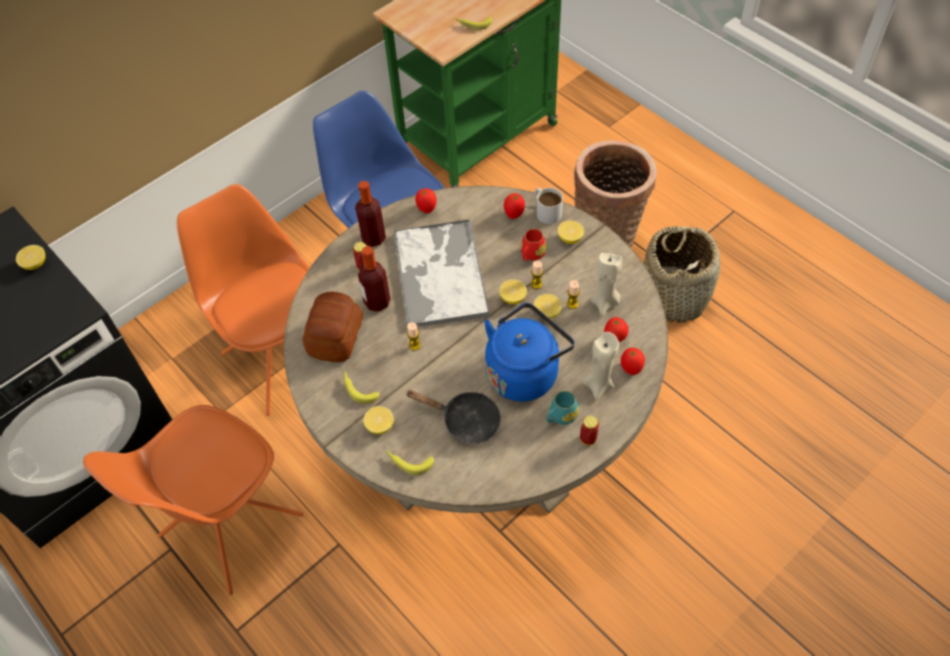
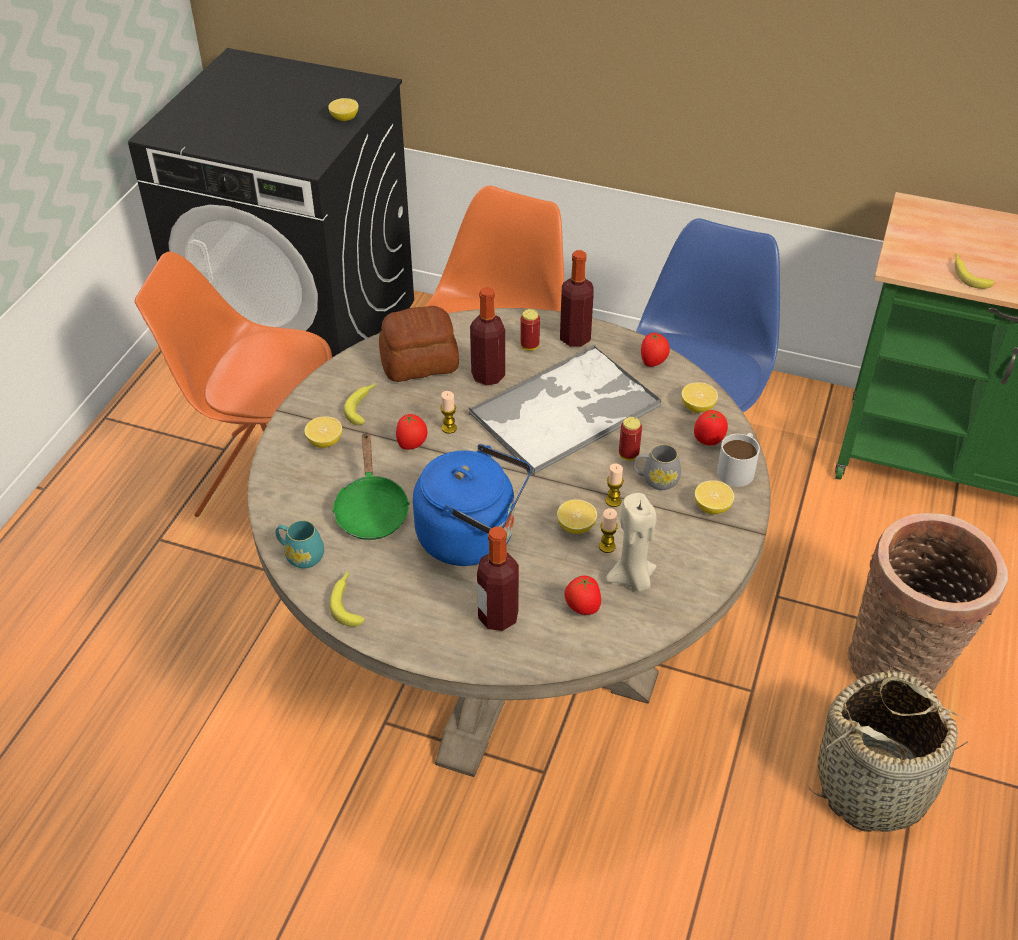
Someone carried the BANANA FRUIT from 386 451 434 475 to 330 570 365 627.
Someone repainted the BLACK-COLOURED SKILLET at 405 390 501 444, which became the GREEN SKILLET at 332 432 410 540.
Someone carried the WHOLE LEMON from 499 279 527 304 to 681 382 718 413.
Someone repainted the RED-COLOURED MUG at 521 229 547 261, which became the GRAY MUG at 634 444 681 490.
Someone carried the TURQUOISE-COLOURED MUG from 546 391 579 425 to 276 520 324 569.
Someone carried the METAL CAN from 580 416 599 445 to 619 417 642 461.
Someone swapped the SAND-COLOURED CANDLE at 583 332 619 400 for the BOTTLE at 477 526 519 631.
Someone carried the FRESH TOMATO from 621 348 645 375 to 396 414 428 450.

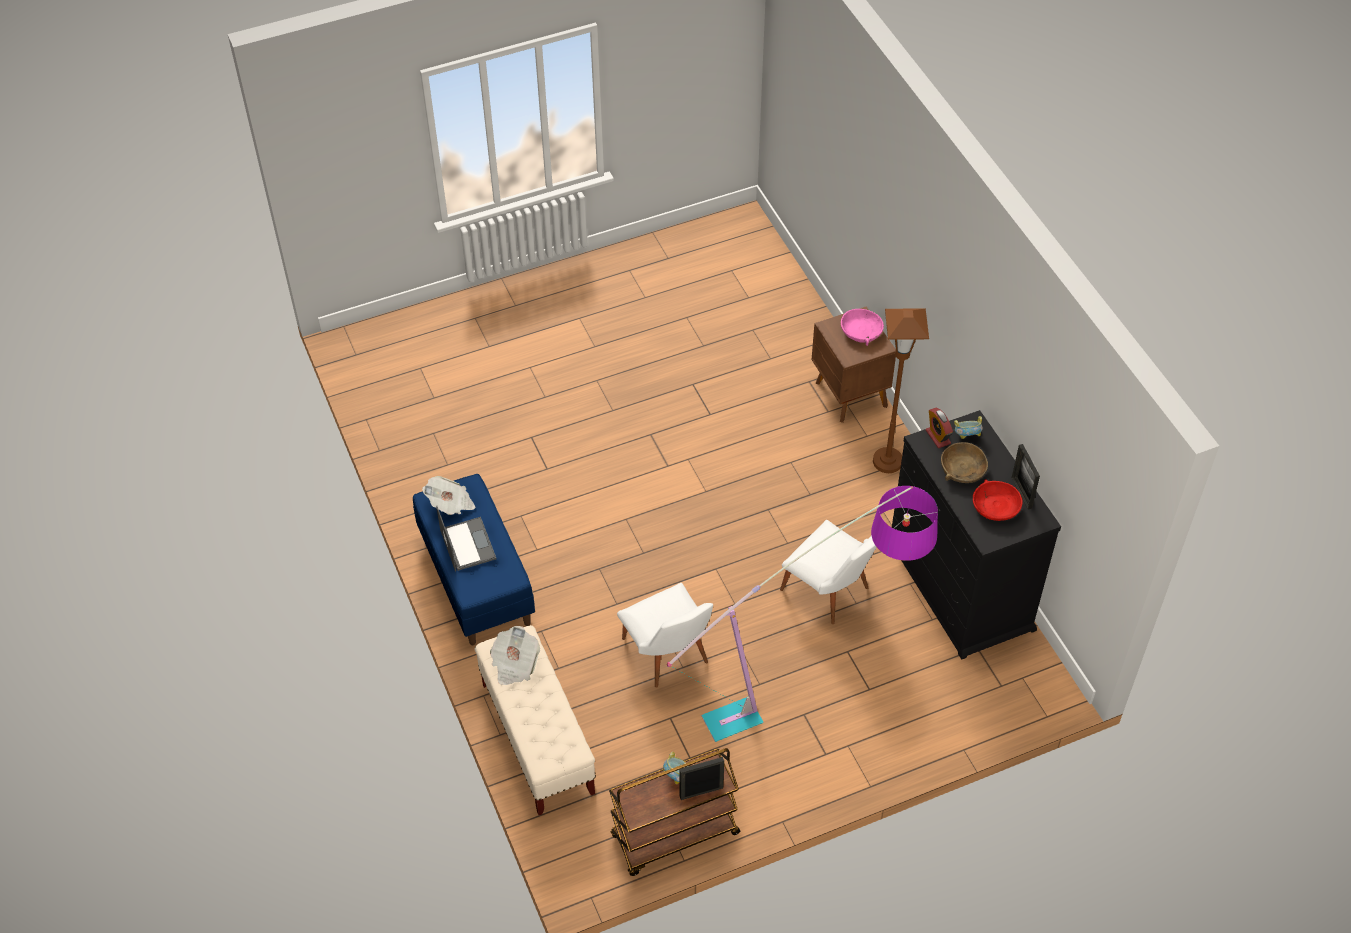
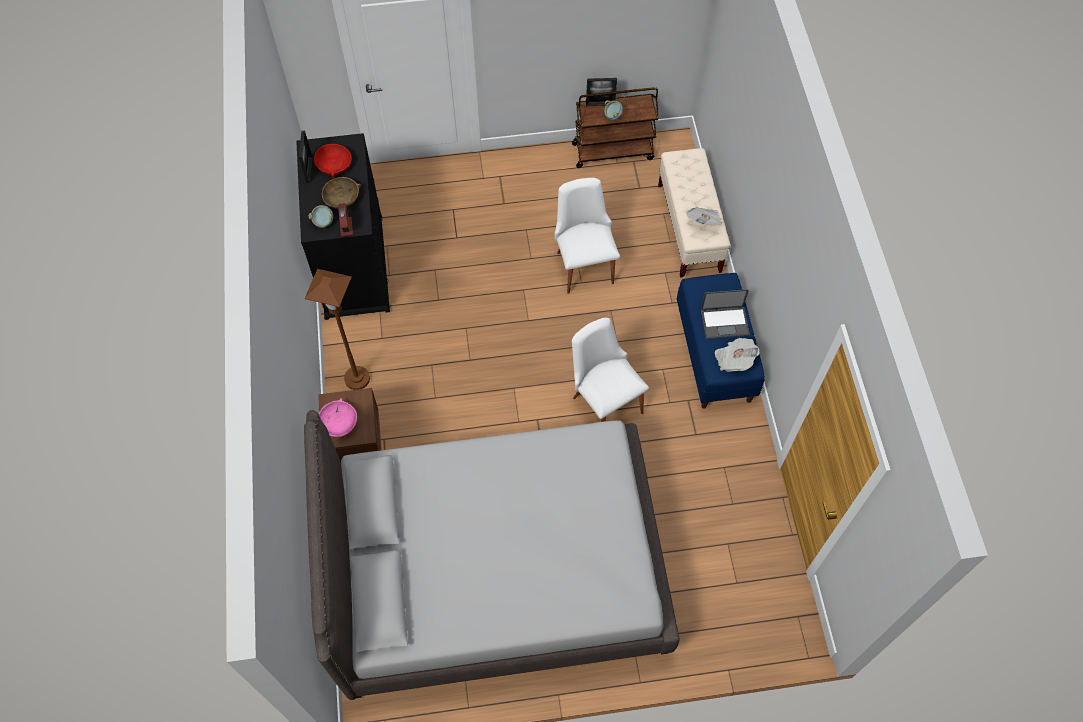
Someone rotated the LAPTOP at 436 506 496 571 by 90 degrees counterclockwise.
Someone took away the STANDARD LAMP at 667 486 938 742.
Someone carried the WHITISH UPRIGHT CHAIR from 780 520 876 624 to 572 318 649 422.
Someone put down the GRAY BEDROOM BED at 304 410 680 700.

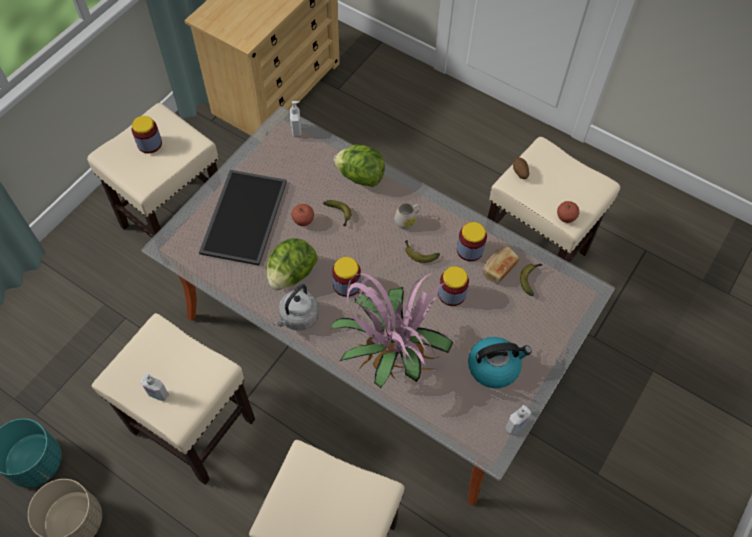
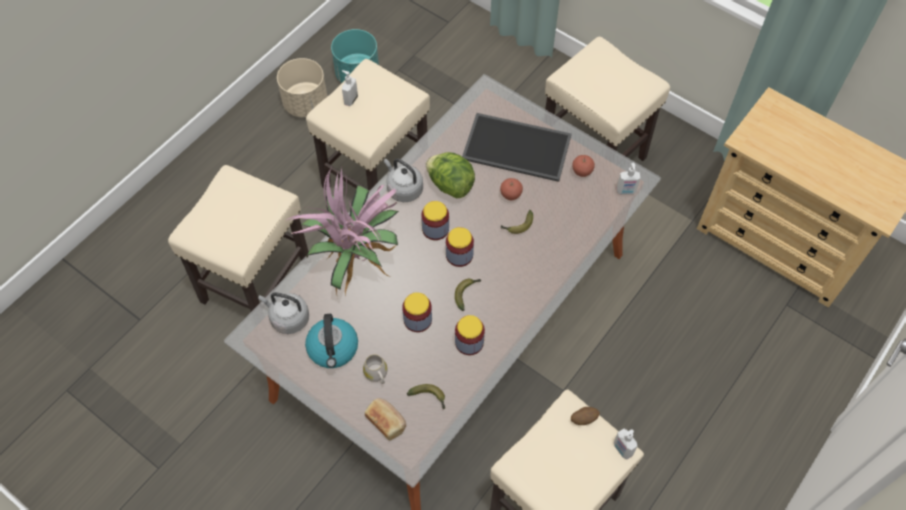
Someone carried the JAR from 132 116 162 153 to 446 227 474 267.
Someone took away the LETTUCE at 334 144 385 187.
Someone carried the WHITISH MUG from 394 203 420 229 to 363 355 387 384.
Someone carried the BAKERY BREAD from 483 246 519 284 to 365 398 406 441.
Someone carried the SOAP BOTTLE from 505 405 531 435 to 614 429 637 460.
Someone carried the WHOLE APPLE from 557 201 580 223 to 572 155 595 177.
Someone put down the GRAY WATER KETTLE at 259 292 309 334.

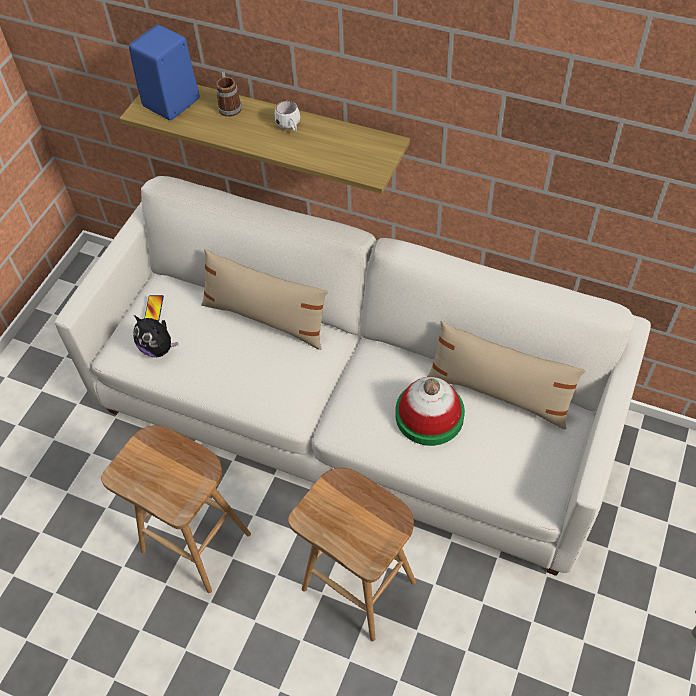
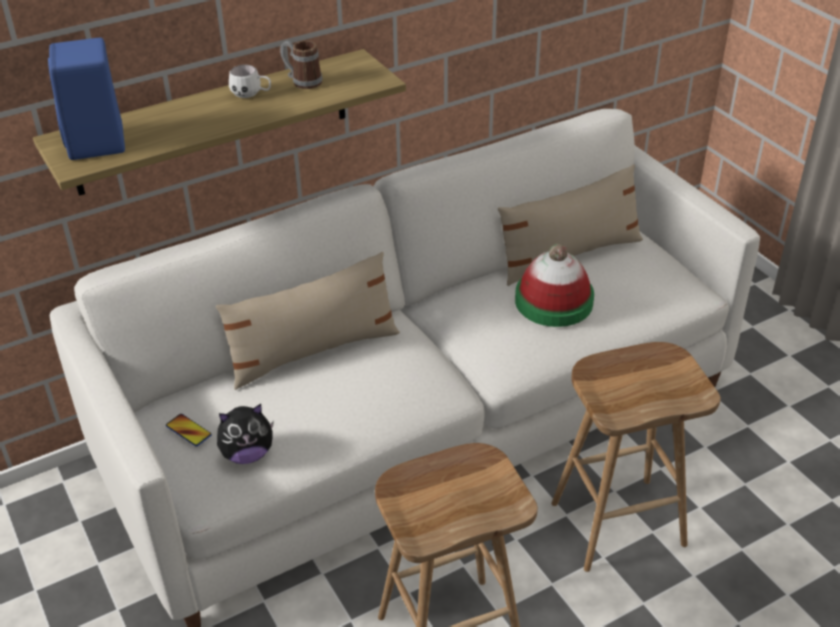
Someone carried the MUG from 216 71 242 117 to 280 41 323 89.

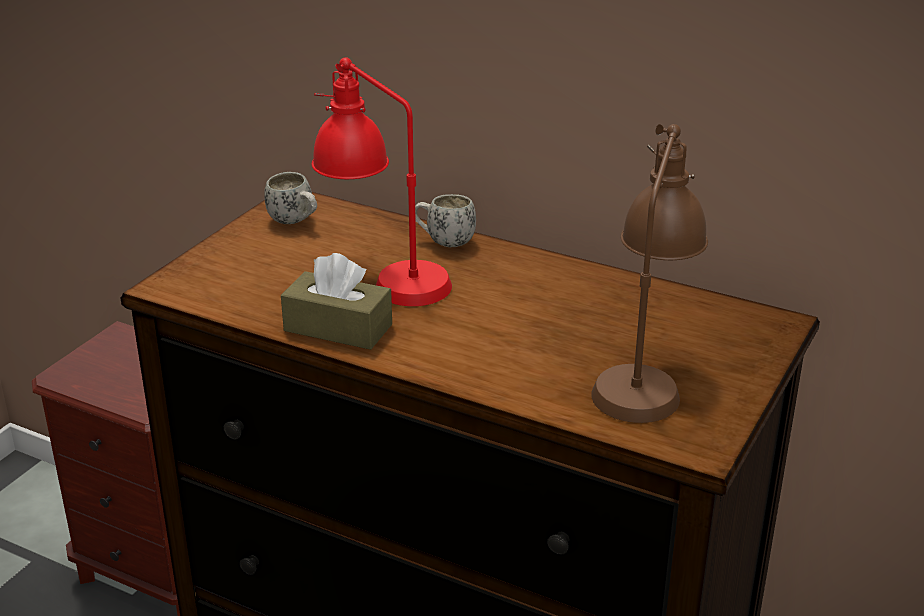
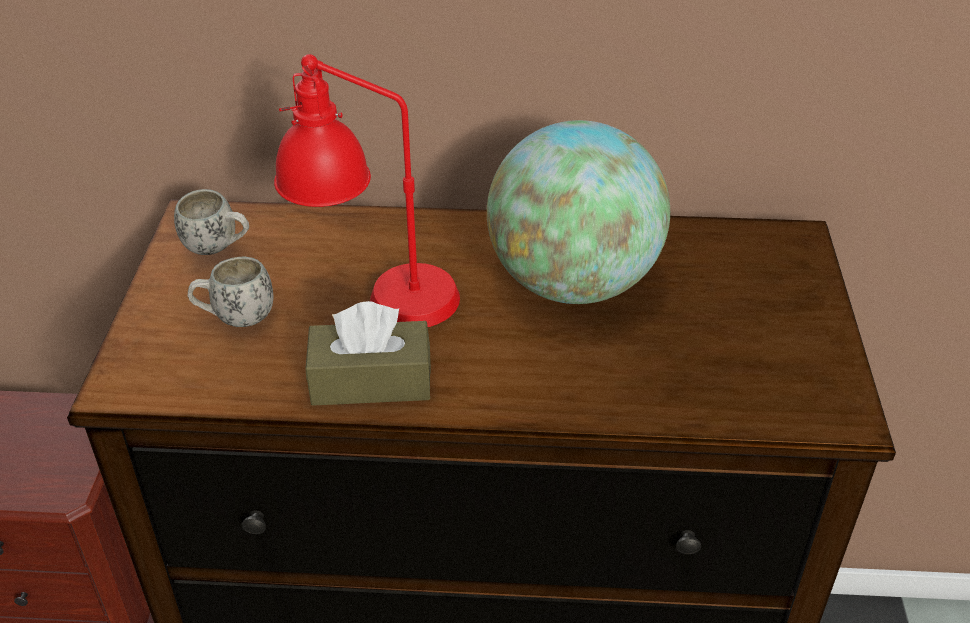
Someone carried the WHITISH MUG from 415 194 476 247 to 187 257 274 327.
Someone took away the BROWNISH TABLE LAMP at 591 124 708 423.
Someone put down the GLOBE at 487 120 670 304.

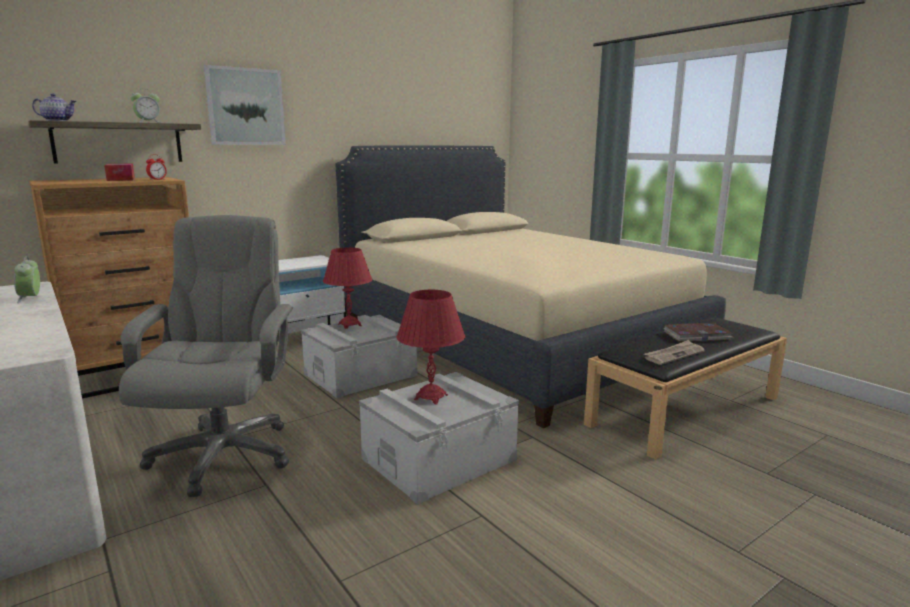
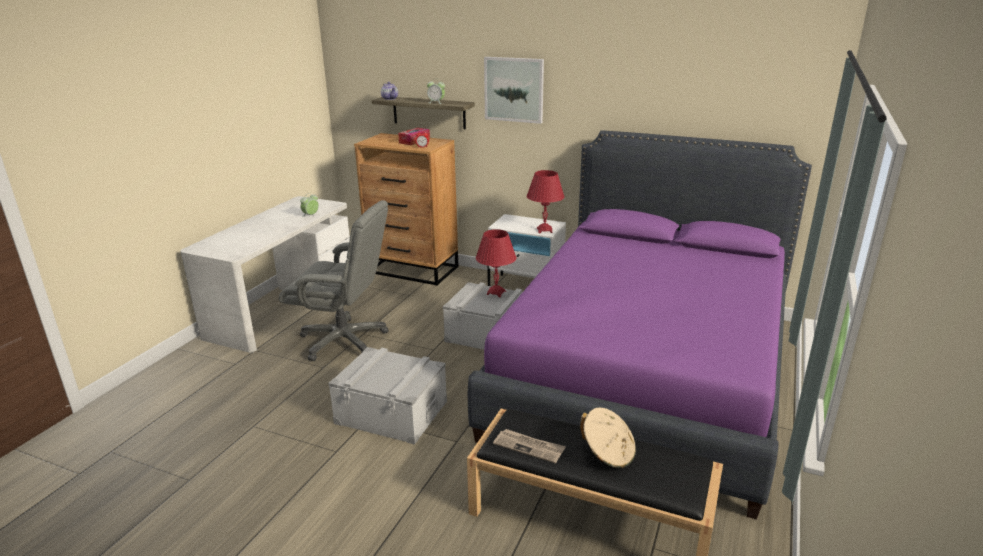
Someone rotated the GRAY COMPUTER CHAIR at 119 215 293 497 by 45 degrees clockwise.
Someone repainted the SAND-COLOURED BEDROOM BED at 335 146 726 428, which became the PURPLISH BEDROOM BED at 468 130 812 519.
Someone carried the RED-COLOURED TABLE LAMP from 396 290 465 404 to 526 170 565 233.
Someone swapped the VOLUME at 663 323 733 342 for the SAND-COLOURED WEARABLE HAT at 580 407 636 468.

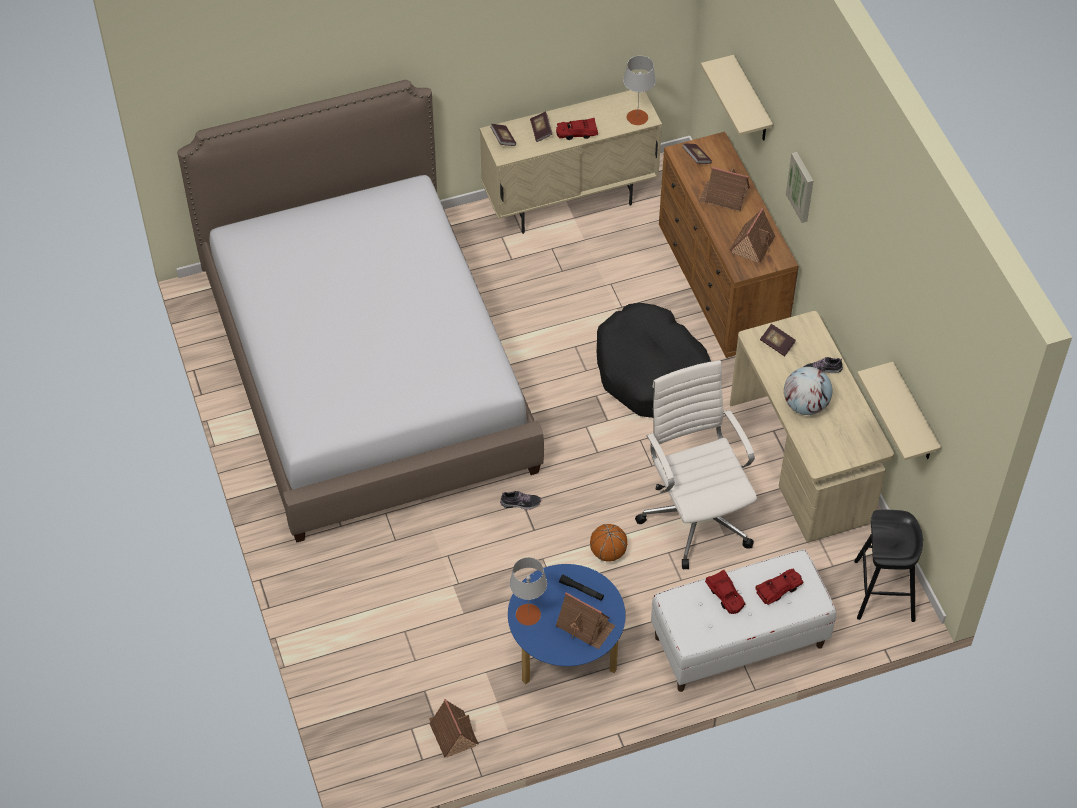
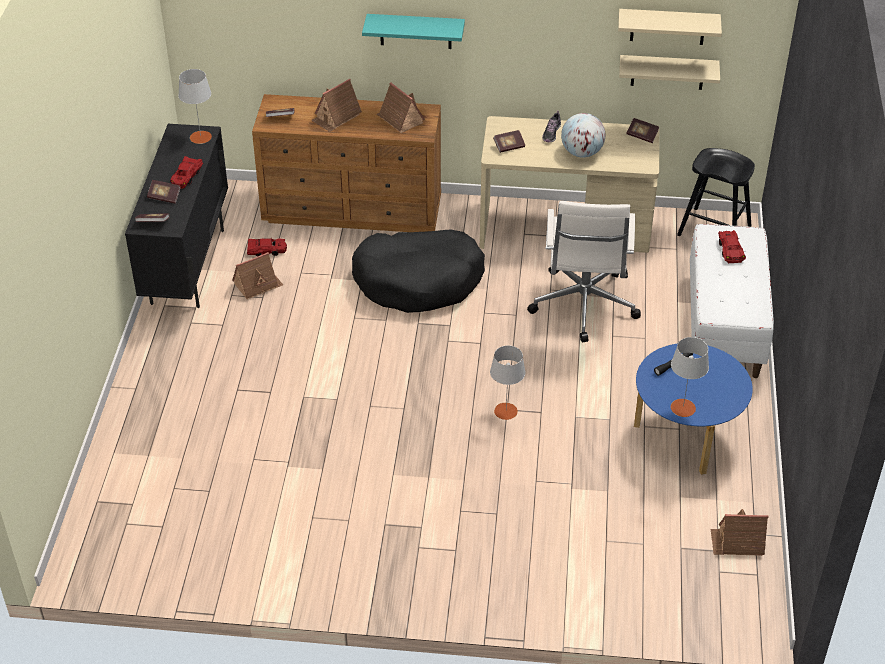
Someone took away the BEDROOM BED at 177 80 544 543.
Someone repainted the SAND-COLOURED CABINET at 480 90 662 234, which became the BLACK-COLOURED CABINET at 125 124 228 308.
Someone swapped the LOW SHOE at 500 491 541 510 for the GRAY TABLE LAMP at 490 345 525 420.
Someone carried the MINIATURE HOUSE from 556 592 615 649 to 232 252 283 300.
Someone took away the BASKETBALL BALL at 590 524 627 562.
Someone rotated the WHITISH COMPUTER CHAIR at 635 360 757 569 by 90 degrees counterclockwise.
Someone carried the SAND-COLOURED WALL SHELF from 701 55 773 141 to 618 9 722 45.
Someone carried the RED-COLOURED TOY CAR from 705 570 746 614 to 247 238 287 256.
Someone swapped the WALL ART at 786 152 813 223 for the TURQUOISE-COLOURED WALL SHELF at 362 14 465 49.
Someone put down the VOLUME at 627 118 659 143.

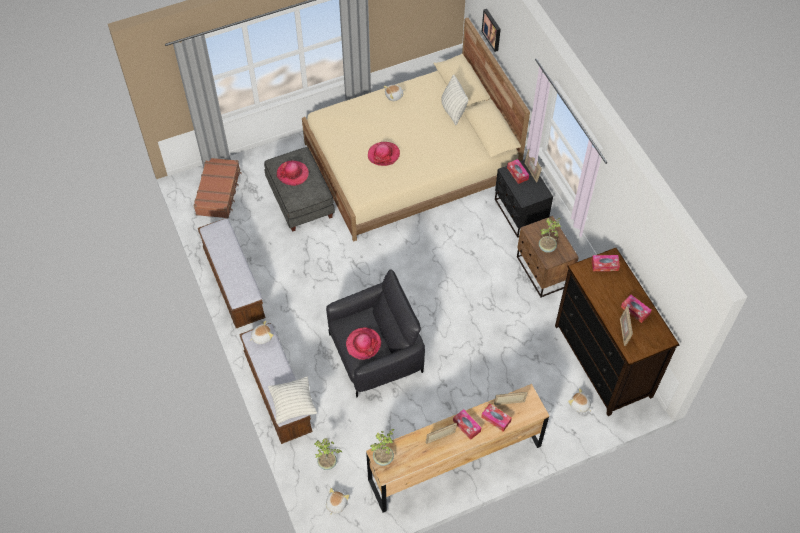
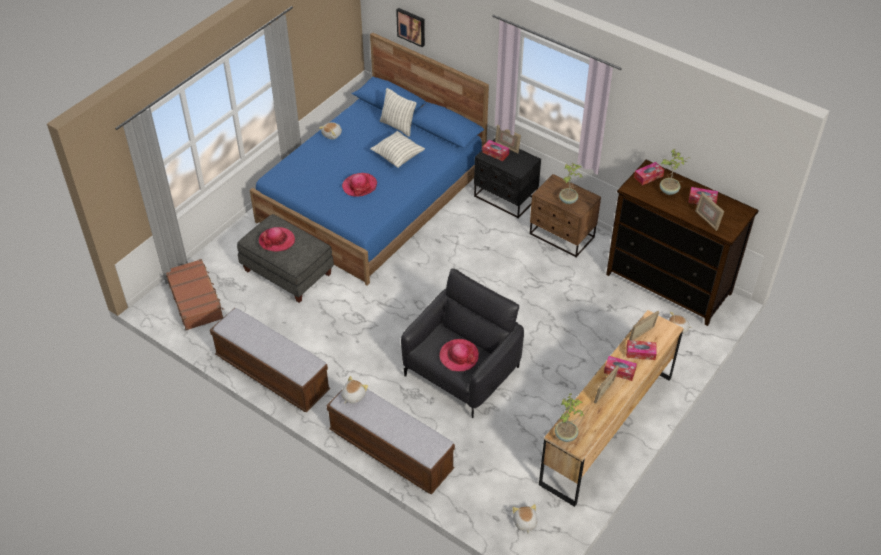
Someone carried the THROW PILLOW from 268 376 317 424 to 370 131 425 168.
Someone repainted the SAND-COLOURED BEDROOM BED at 302 18 530 242, which became the BLUISH BEDROOM BED at 250 32 489 286.
Someone carried the HOUSEPLANT from 314 438 342 470 to 660 149 690 195.

